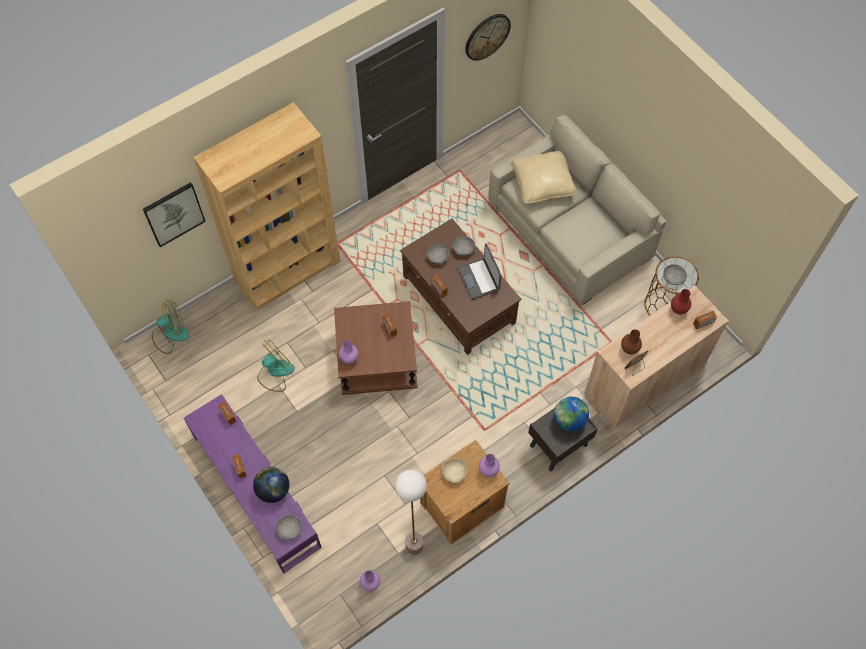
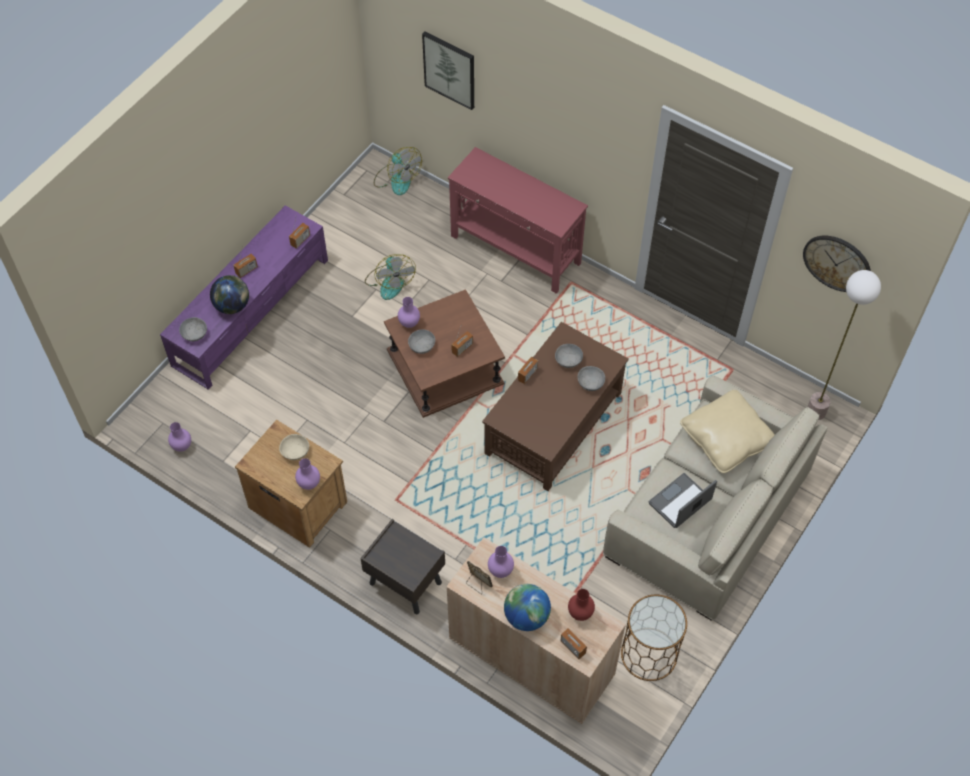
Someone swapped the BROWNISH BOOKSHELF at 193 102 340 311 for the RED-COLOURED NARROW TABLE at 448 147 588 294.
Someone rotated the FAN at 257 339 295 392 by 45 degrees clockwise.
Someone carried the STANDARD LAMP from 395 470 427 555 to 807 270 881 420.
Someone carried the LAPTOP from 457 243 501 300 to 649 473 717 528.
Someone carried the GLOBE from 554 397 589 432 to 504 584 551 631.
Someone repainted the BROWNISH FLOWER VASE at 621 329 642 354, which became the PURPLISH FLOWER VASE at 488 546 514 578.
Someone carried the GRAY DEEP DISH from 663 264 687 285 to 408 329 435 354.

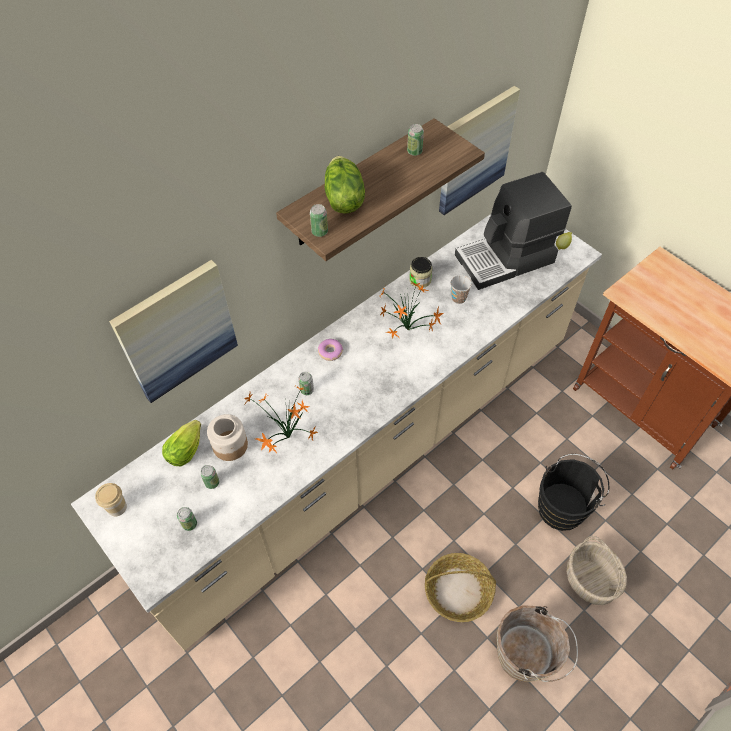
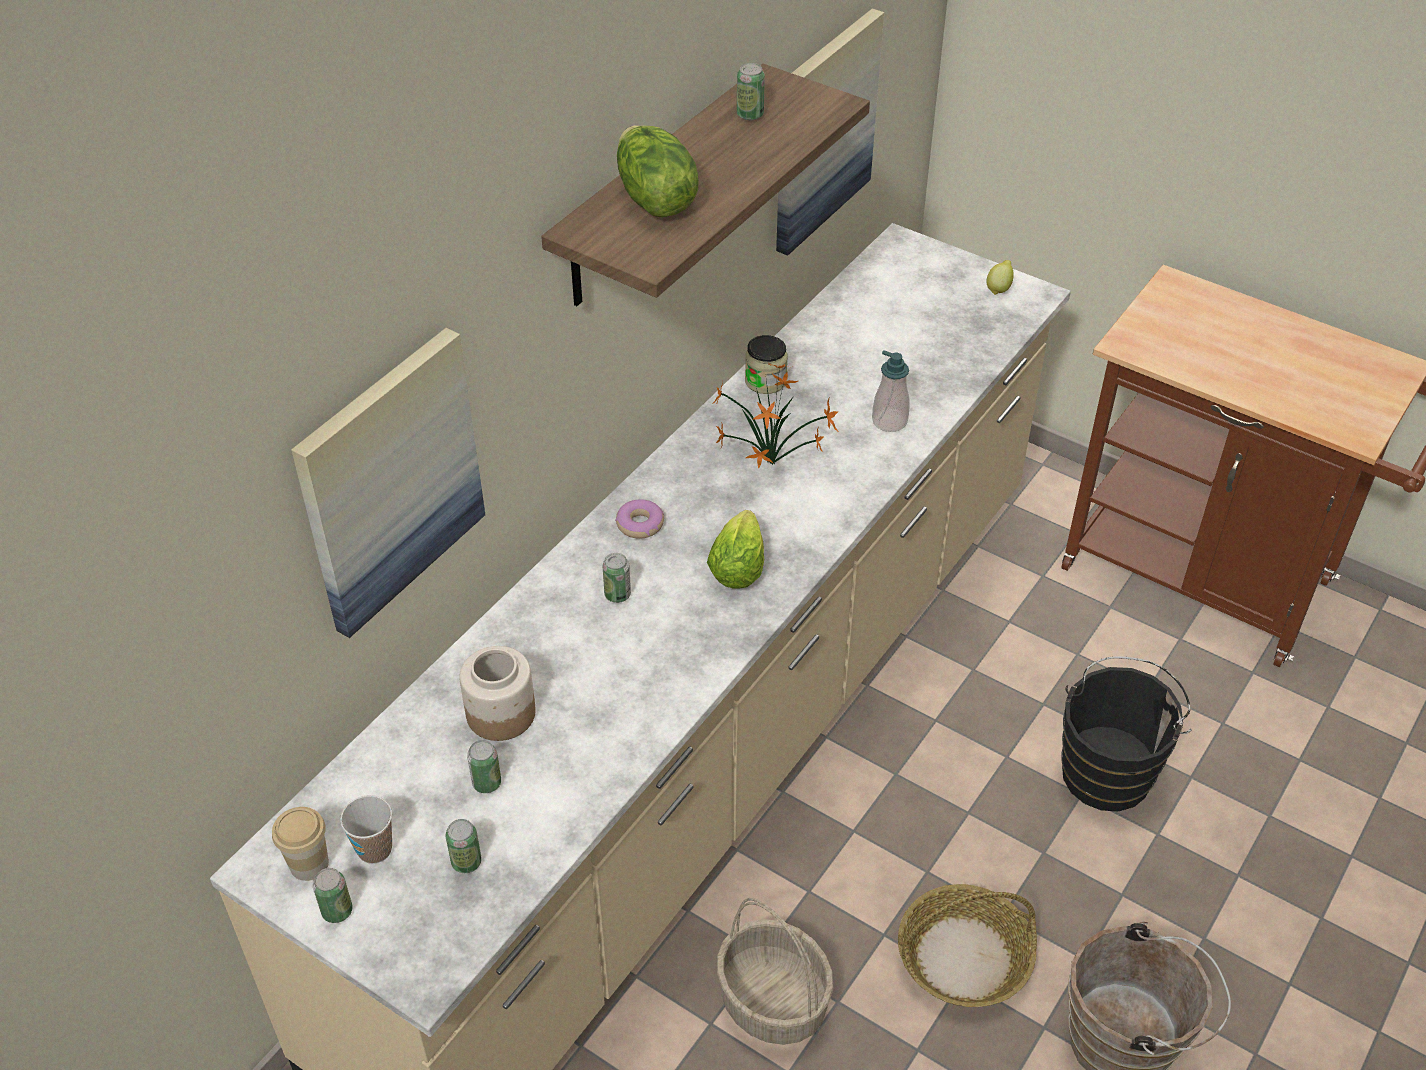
Someone carried the LETTUCE from 162 420 201 466 to 707 510 764 589.
Someone took away the HOUSEPLANT at 244 385 318 453.
Someone carried the METAL CAN from 310 204 328 237 to 313 868 353 923.
Someone carried the SMALL CUP from 451 275 472 304 to 340 795 392 864.
Someone took away the COFFEE MACHINE at 455 172 572 290.
Someone carried the HOUSEHOLD BASKET from 566 536 627 605 to 717 898 833 1045.
Someone put down the SOAP BOTTLE at 872 350 910 432.

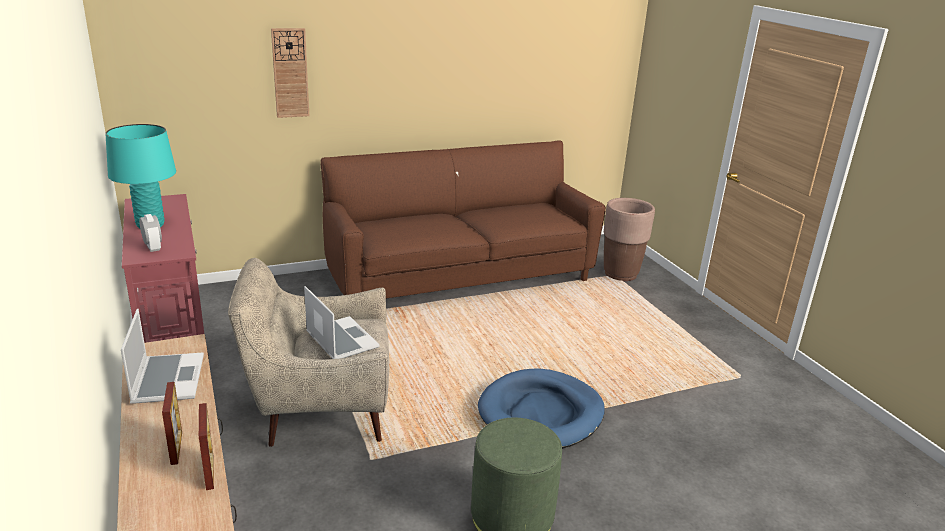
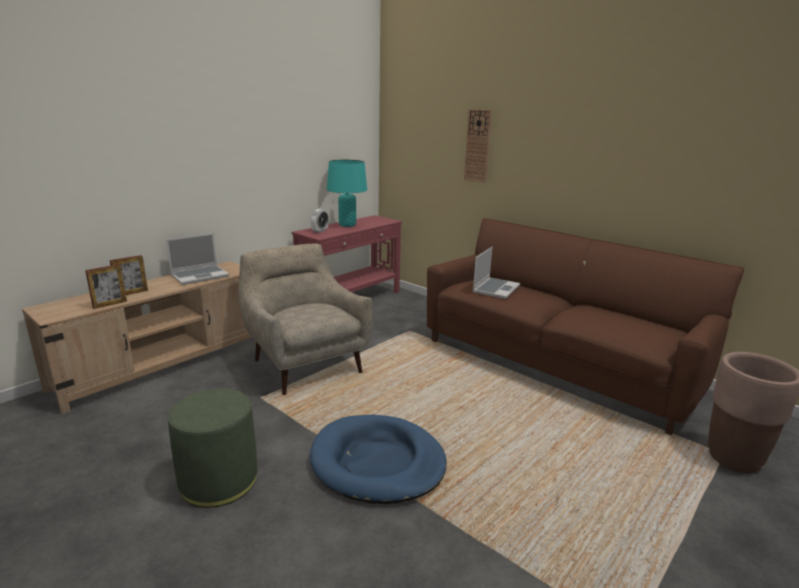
Someone carried the LAPTOP from 304 286 380 359 to 473 247 520 299.

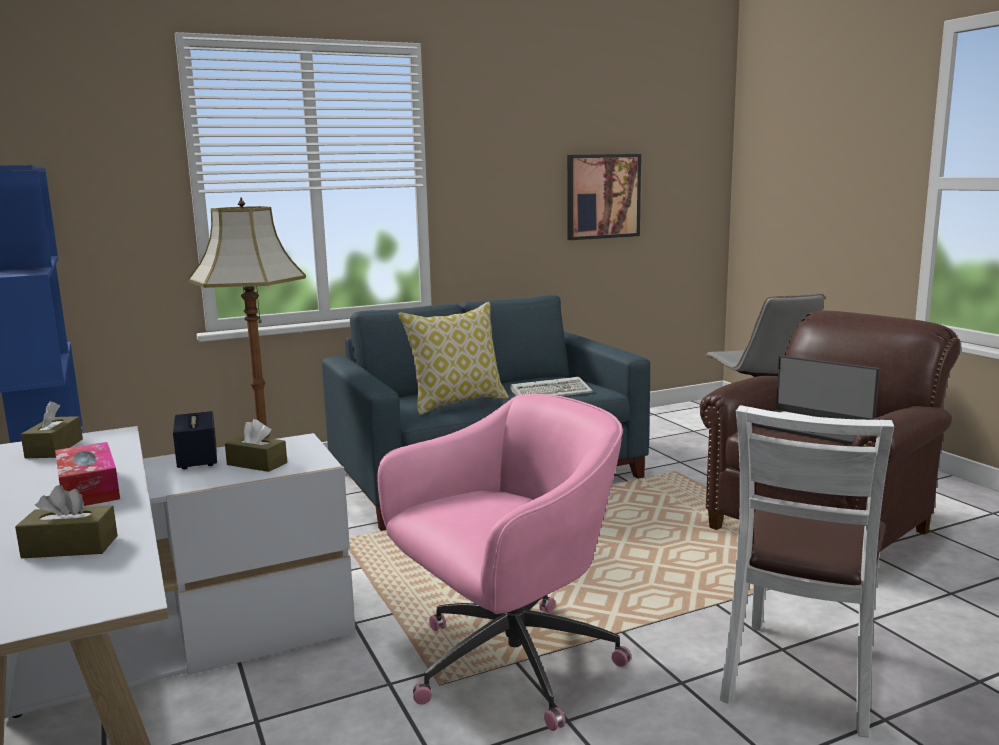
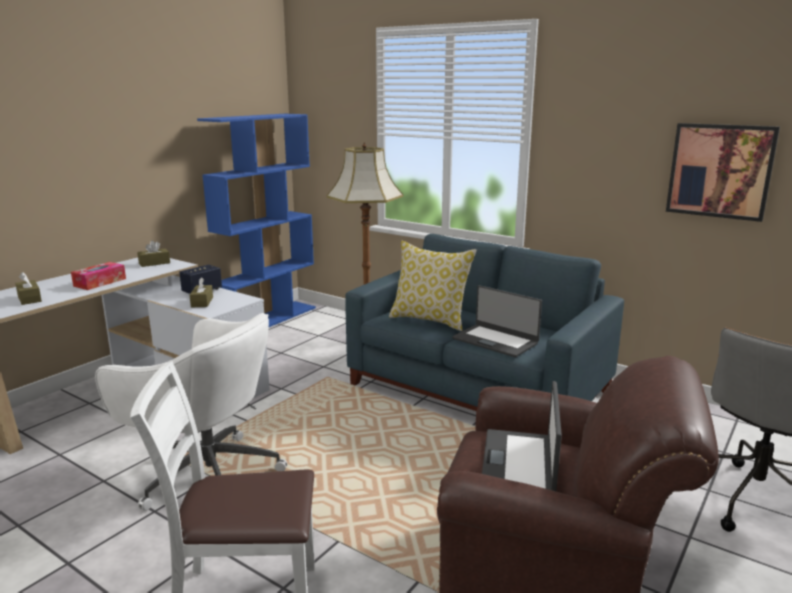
Someone repainted the PINKISH COMPUTER CHAIR at 377 394 632 731, which became the WHITISH COMPUTER CHAIR at 95 313 287 511.
Someone swapped the KEYBOARD at 510 377 593 396 for the LAPTOP at 452 285 542 357.

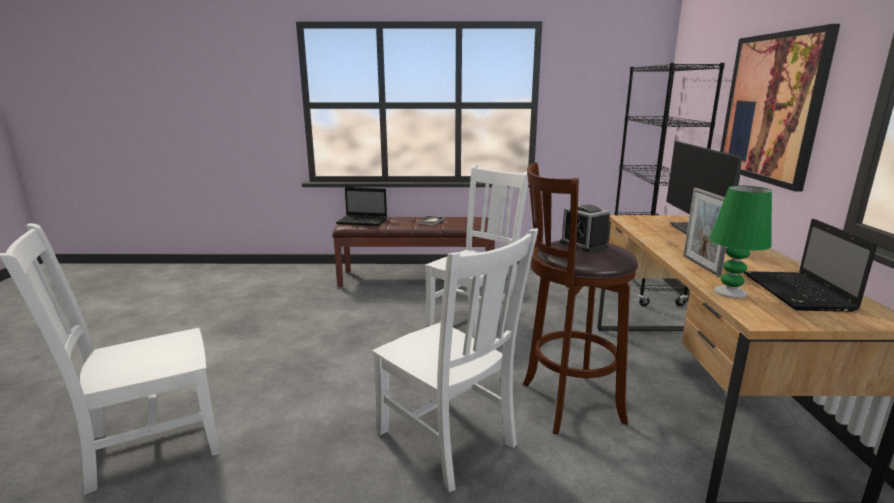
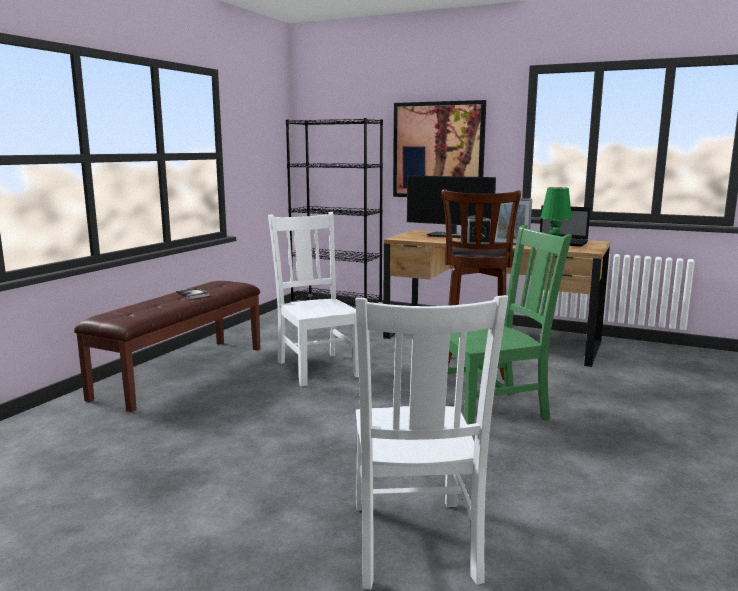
Someone took away the LAPTOP at 336 187 387 226.
Someone repainted the WHITISH UPRIGHT CHAIR at 373 228 538 492, which became the GREEN UPRIGHT CHAIR at 448 225 572 424.

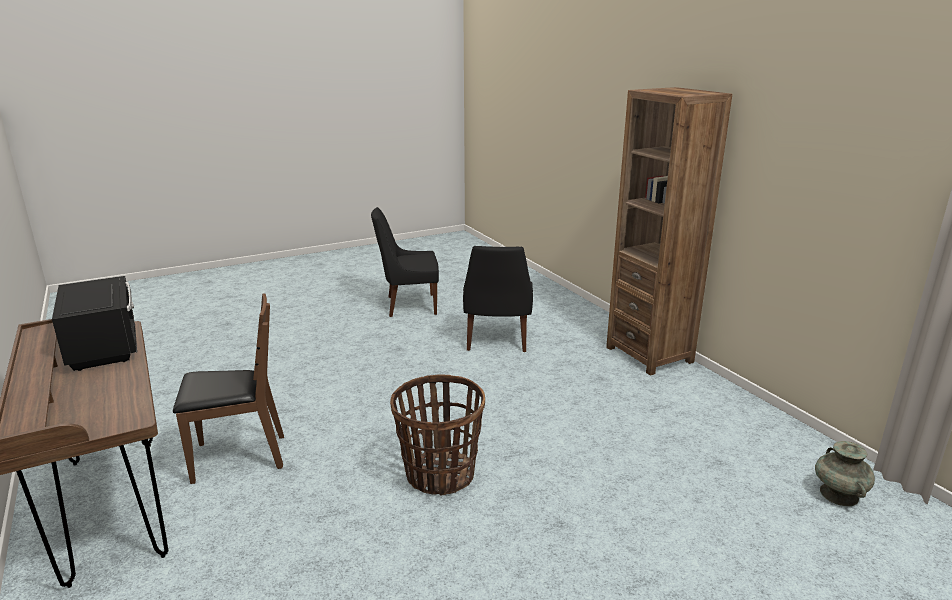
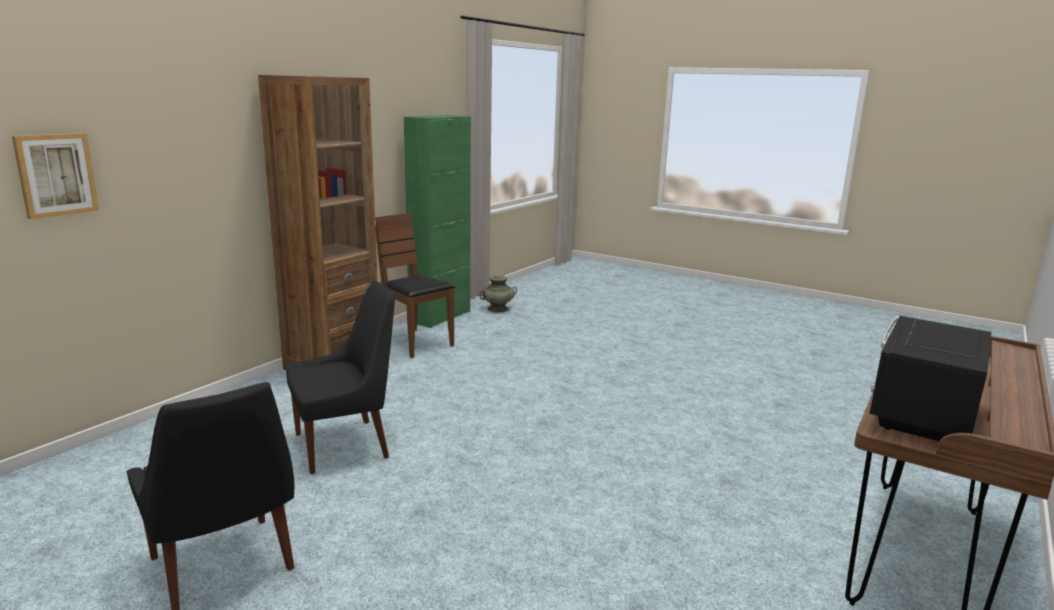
Someone carried the BROWNISH UPRIGHT CHAIR from 173 293 284 484 to 375 213 456 358.
Someone took away the HOUSEHOLD BASKET at 390 375 485 496.
Someone put up the WALL ART at 12 133 99 219.
Someone put down the GREEN CABINET at 404 115 471 328.

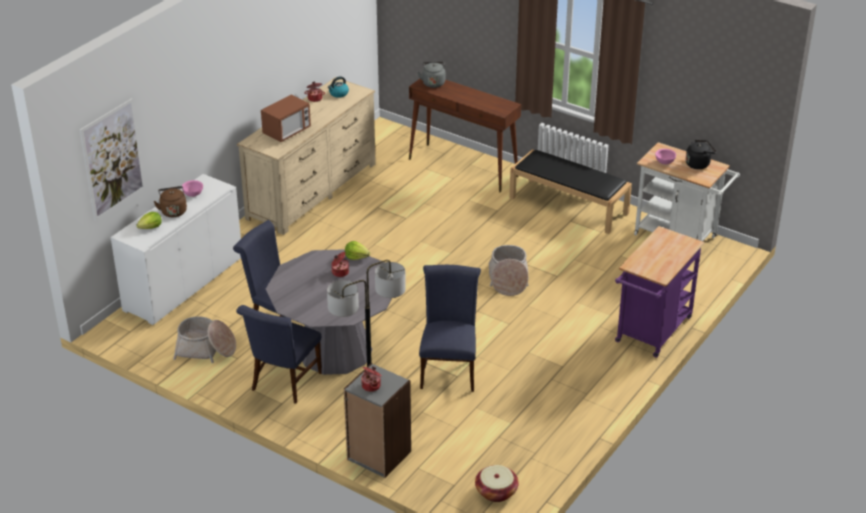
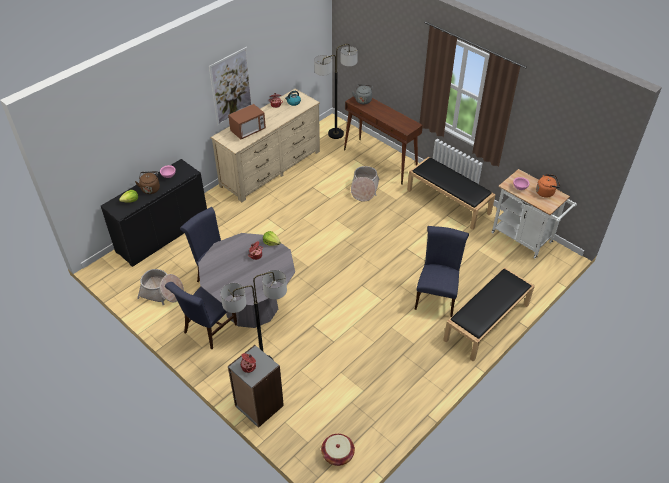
Someone carried the WALL ART from 80 98 145 221 to 209 47 253 126.
Someone repainted the WHITISH CABINET at 110 174 241 325, which became the BLACK-COLOURED CABINET at 101 159 207 267.
Someone carried the BLUISH UPRIGHT CHAIR from 419 265 481 392 to 414 226 469 317.
Someone carried the HOUSEHOLD BASKET from 488 245 529 296 to 351 166 379 201.
Someone swapped the PURPLISH CART at 615 226 704 357 for the BLACK-COLOURED LONG SEAT at 443 267 535 361.
Someone repainted the BLACK-COLOURED WATER KETTLE at 686 140 716 169, which became the ORANGE WATER KETTLE at 536 174 561 198.
Someone put down the STANDARD LAMP at 314 44 358 139.

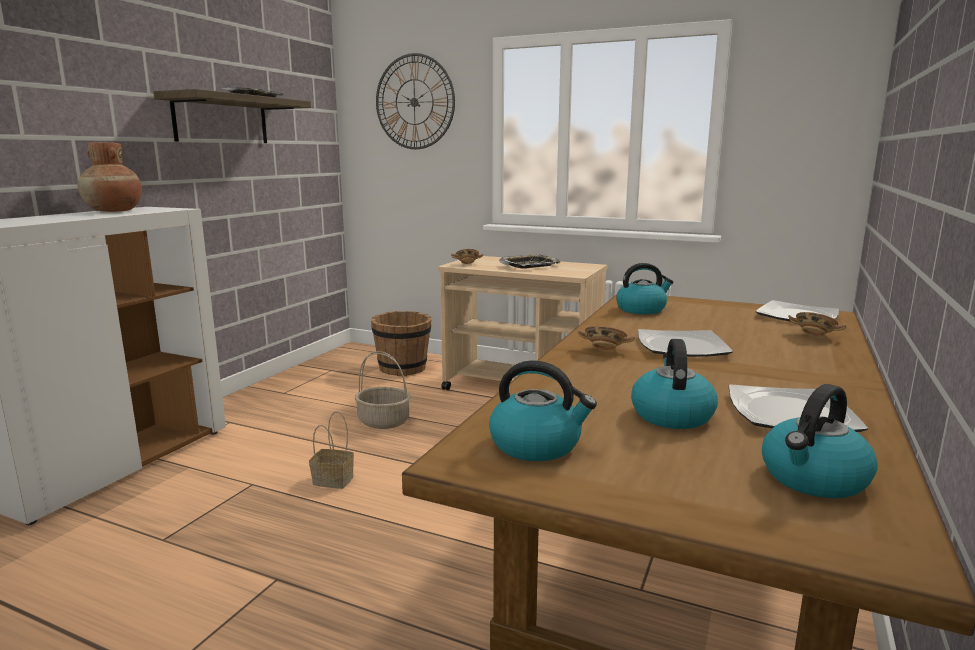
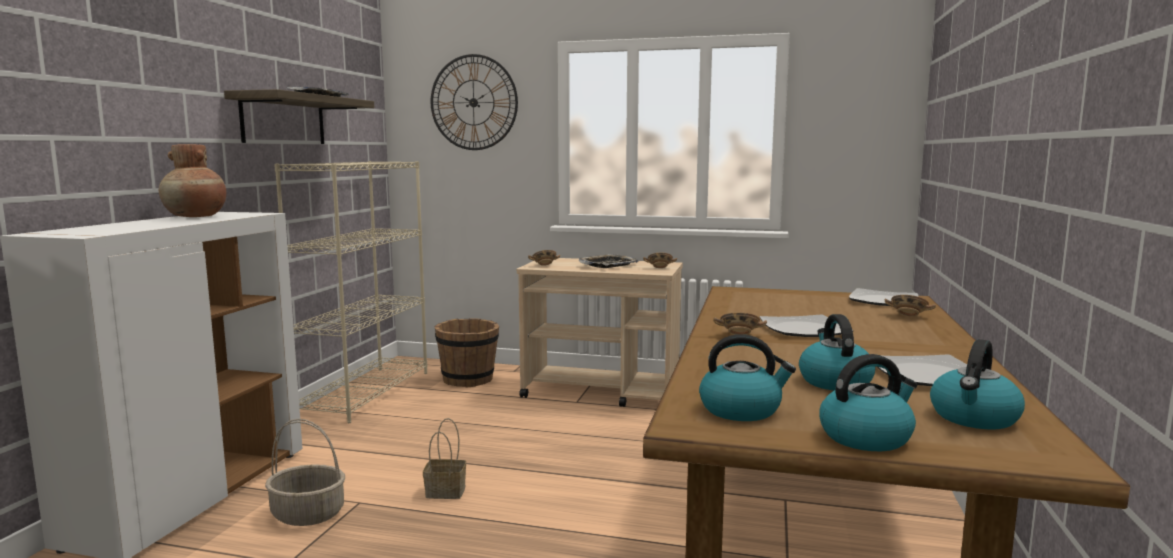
Someone carried the HOUSEHOLD BASKET from 355 351 411 429 to 265 419 345 526.
Someone carried the WATER KETTLE from 616 263 673 314 to 819 354 918 451.
Someone put down the SAND-COLOURED BOOKSHELF at 274 161 427 423.
Someone put down the DEEP DISH at 643 252 677 268.

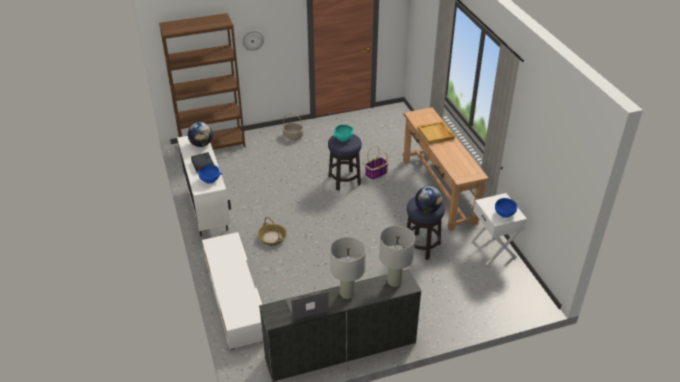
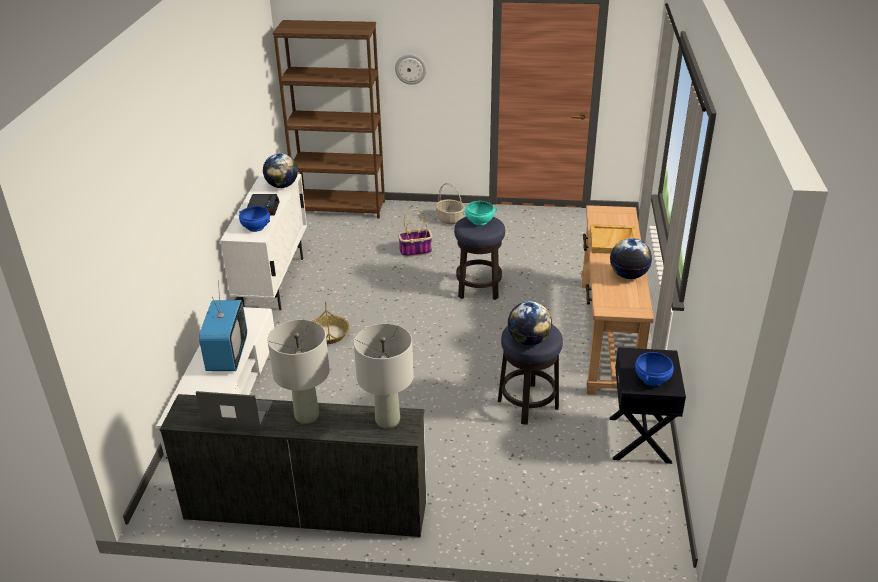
Someone carried the HOUSEHOLD BASKET from 365 146 388 180 to 398 209 432 257.
Someone repainted the WHITISH NIGHT TABLE at 470 193 527 265, which became the BLACK-COLOURED NIGHT TABLE at 610 348 686 464.
Someone put down the TV at 199 281 247 371.
Someone put down the GLOBE at 610 238 652 279.

